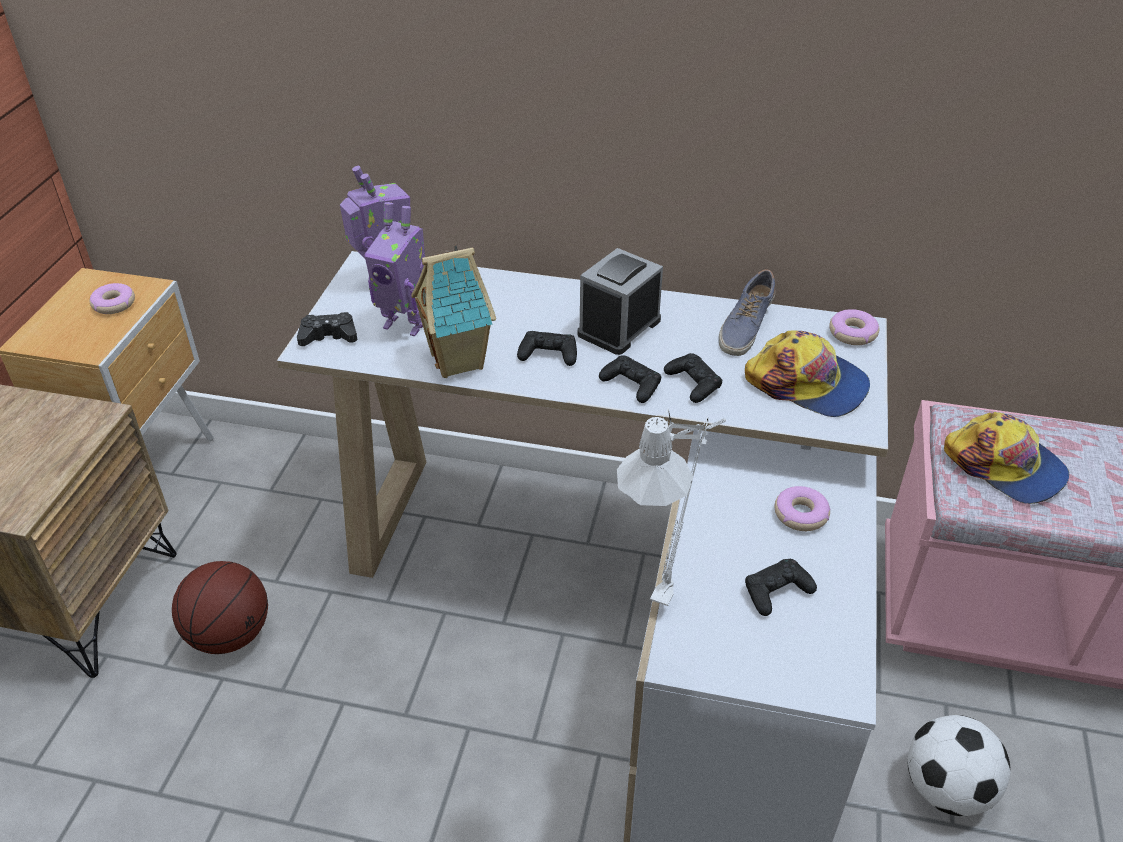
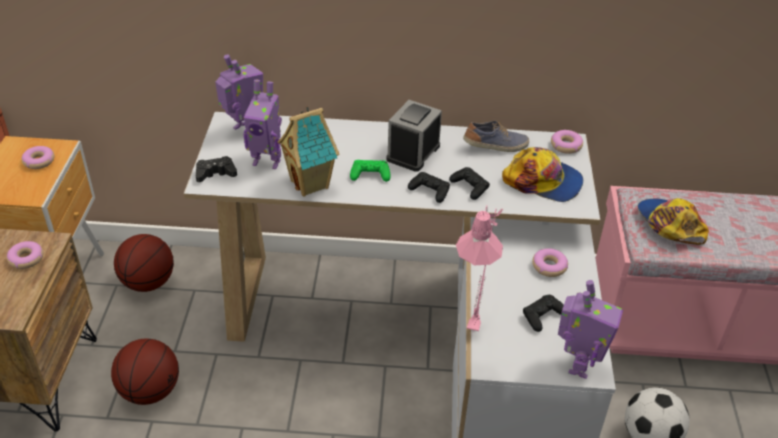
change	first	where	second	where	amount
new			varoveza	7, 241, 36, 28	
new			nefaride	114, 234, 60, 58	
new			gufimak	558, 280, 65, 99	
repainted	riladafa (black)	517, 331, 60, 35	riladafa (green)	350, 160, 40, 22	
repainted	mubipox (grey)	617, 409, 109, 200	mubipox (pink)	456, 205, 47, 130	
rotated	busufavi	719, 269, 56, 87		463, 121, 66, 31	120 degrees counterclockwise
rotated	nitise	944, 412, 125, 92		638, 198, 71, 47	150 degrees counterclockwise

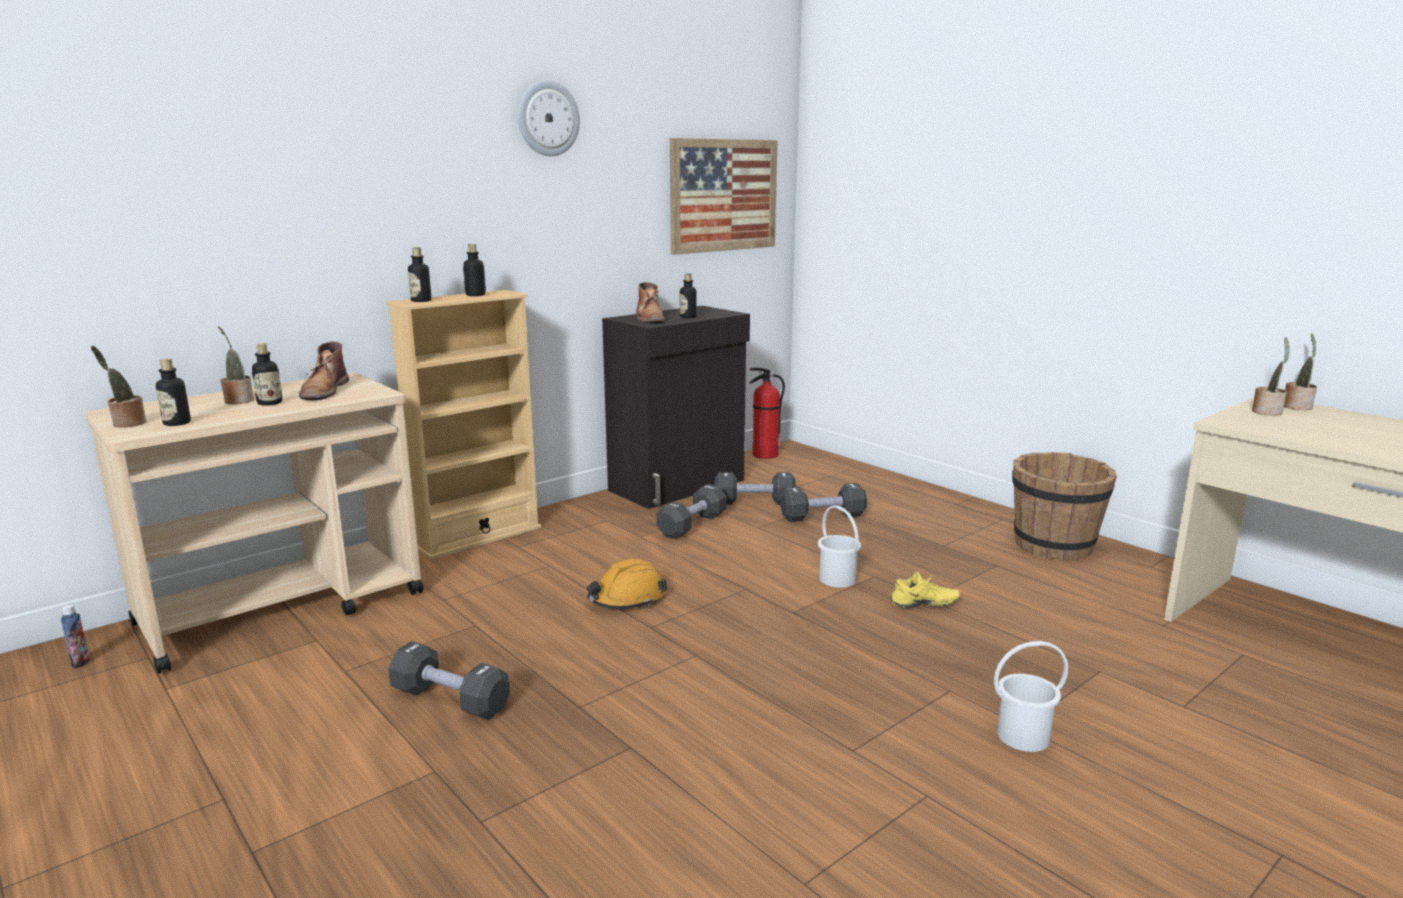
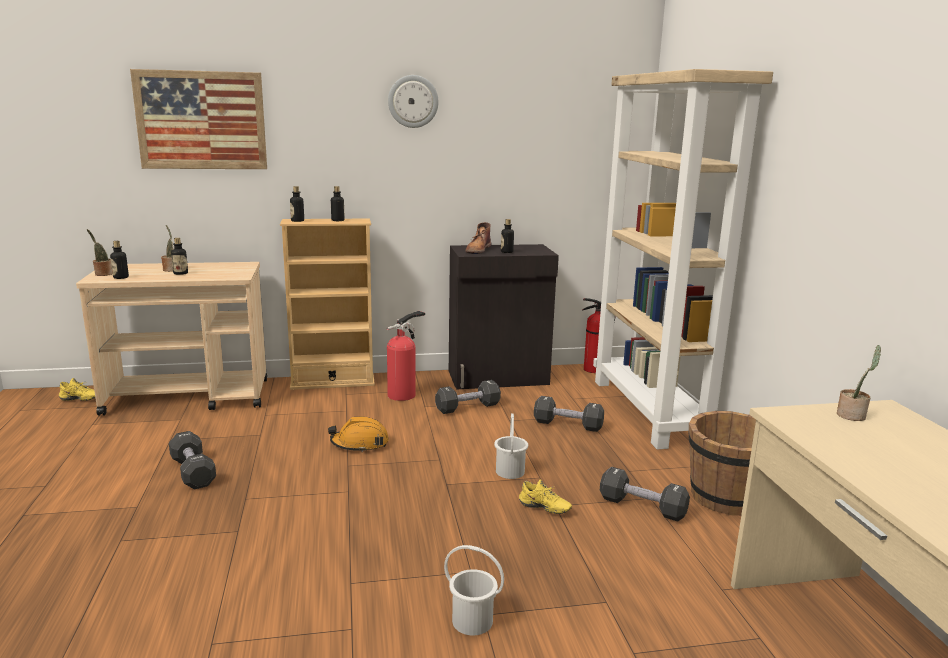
change	first	where	second	where	amount
gone	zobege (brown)	299, 341, 50, 59			
gone	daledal	1284, 333, 33, 77			
new			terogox	387, 311, 38, 90	
new			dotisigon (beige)	593, 69, 180, 380	
shifted	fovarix	670, 138, 108, 117		130, 69, 137, 100	
shifted	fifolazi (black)	714, 472, 82, 33		600, 467, 90, 54	
swapped	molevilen	61, 604, 29, 64	busufavi (yellow)	59, 378, 36, 23	

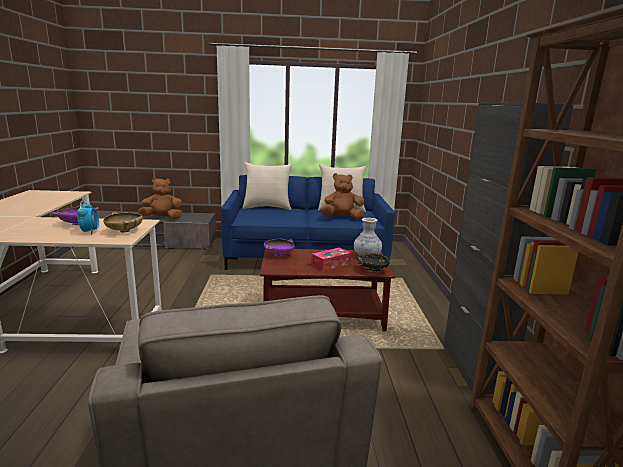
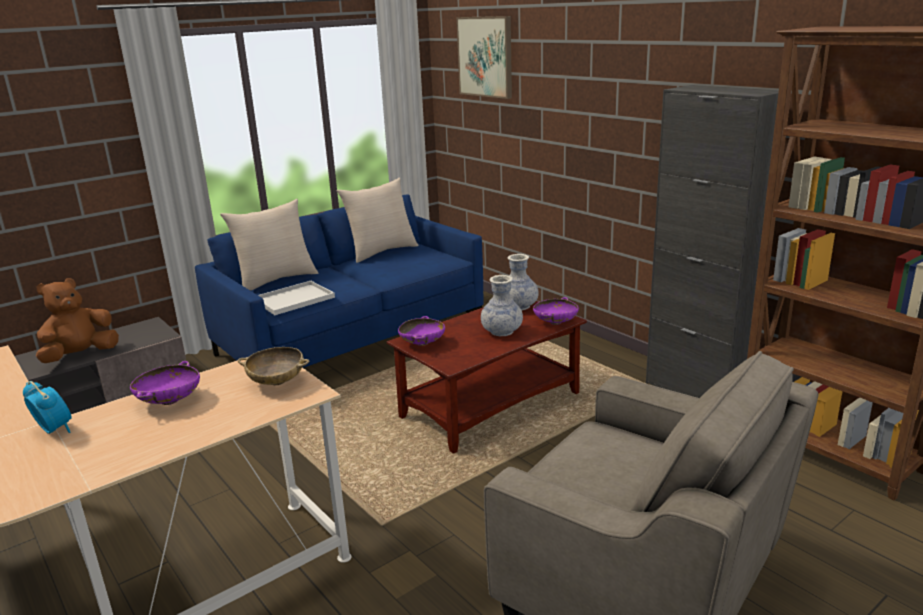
change	first	where	second	where	amount
gone	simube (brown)	320, 173, 45, 46			
new			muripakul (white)	258, 281, 77, 34	
new			fovarix	456, 16, 56, 83	
shifted	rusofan	77, 201, 22, 34		23, 381, 49, 53	
swapped	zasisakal	311, 248, 40, 23	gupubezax	481, 275, 42, 61	
repainted	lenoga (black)	355, 254, 35, 18	lenoga (purple)	533, 297, 46, 28	

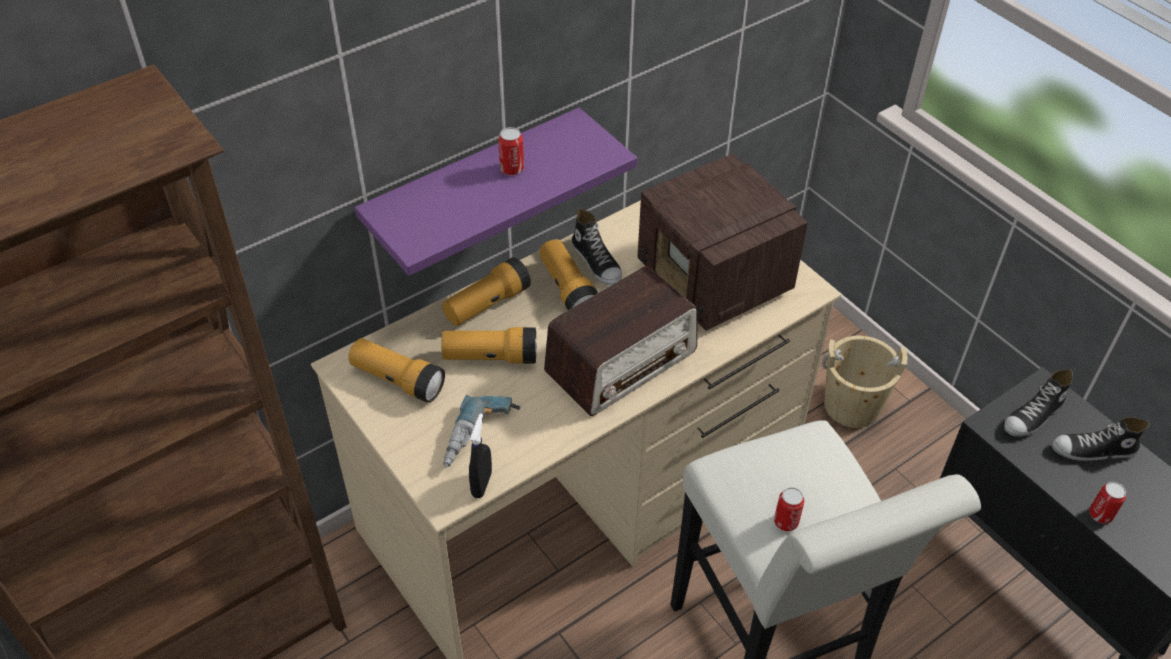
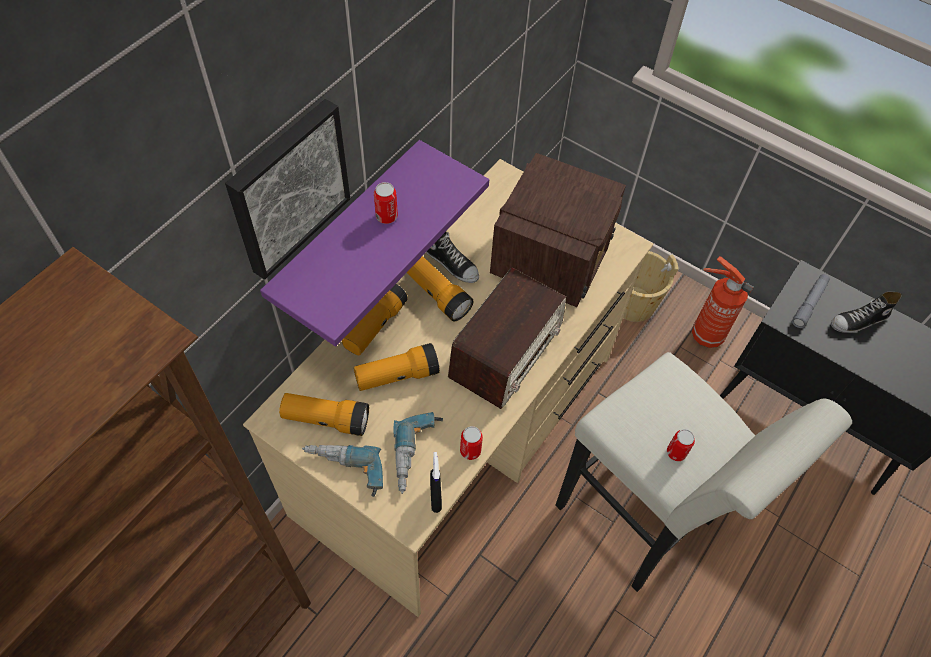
change	first	where	second	where	amount
new			fovarix	225, 99, 125, 181	
new			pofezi	302, 445, 81, 52	
new			terogox	692, 256, 62, 92	
shifted	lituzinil	1089, 482, 37, 42		460, 426, 23, 34	
swapped	busufavi	1004, 369, 69, 68	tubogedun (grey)	792, 274, 38, 54	
rotated	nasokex	637, 154, 171, 177		490, 153, 136, 154	105 degrees counterclockwise

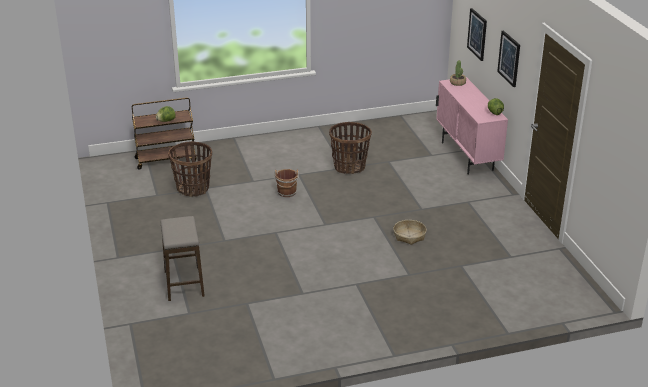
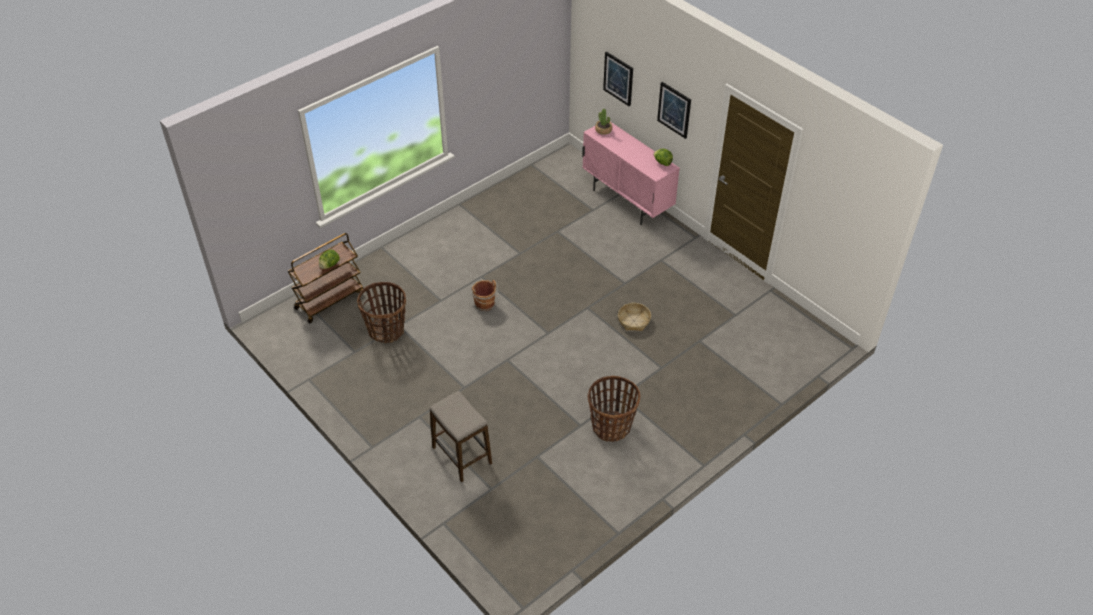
change	first	where	second	where	amount
shifted	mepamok	329, 122, 43, 52		587, 376, 53, 66	

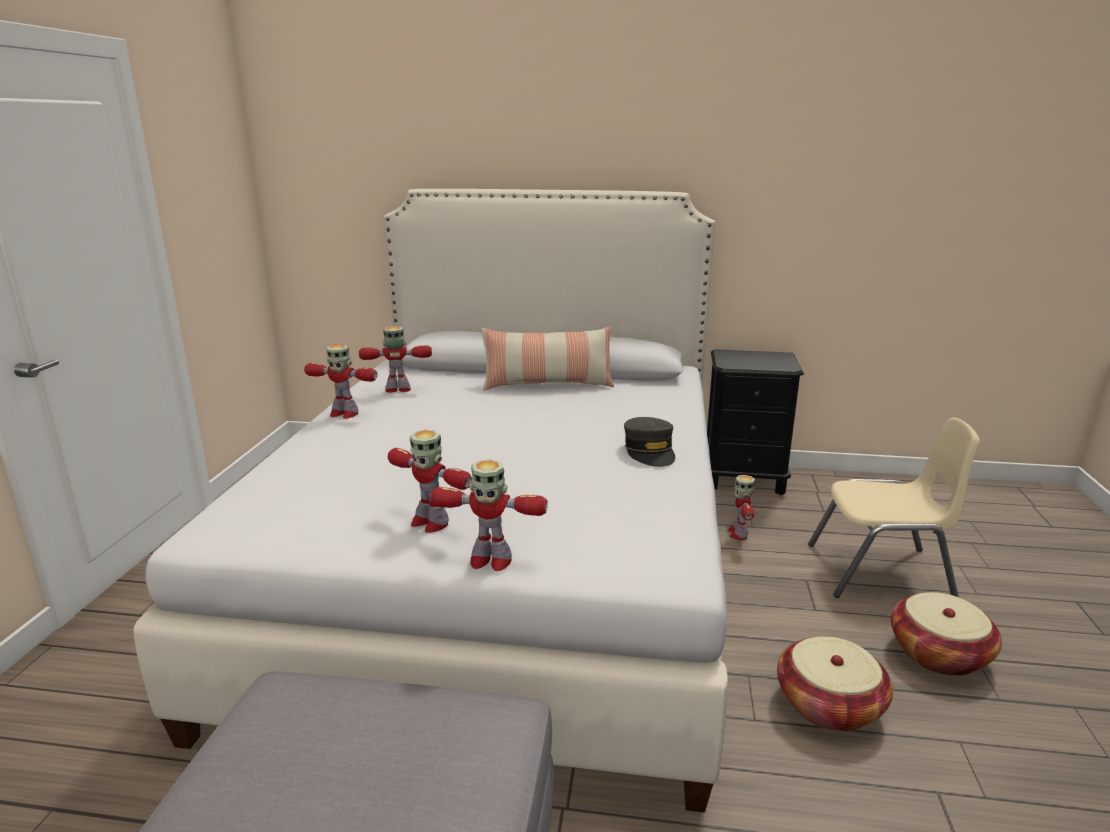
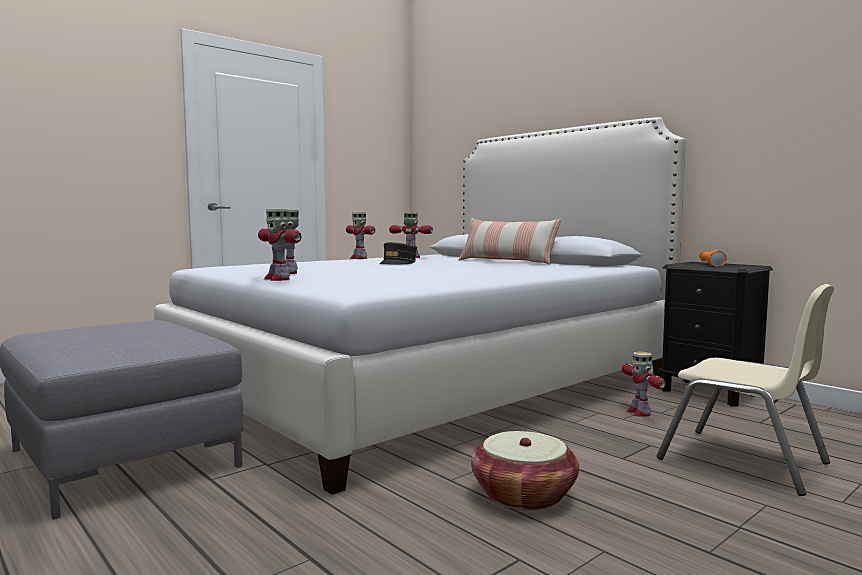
change	first	where	second	where	amount
gone	mepamok	891, 592, 111, 84			
new			tubogedun (orange)	699, 250, 28, 17	
shifted	nitise (grey)	624, 417, 51, 50		379, 242, 38, 22	
rotated	gufimak	728, 475, 27, 65		622, 352, 44, 65	60 degrees counterclockwise

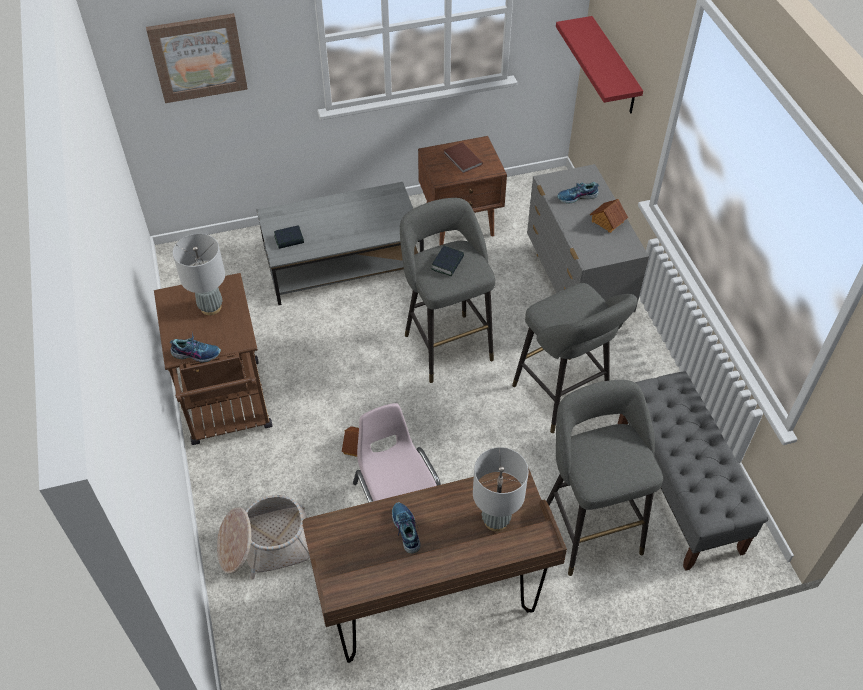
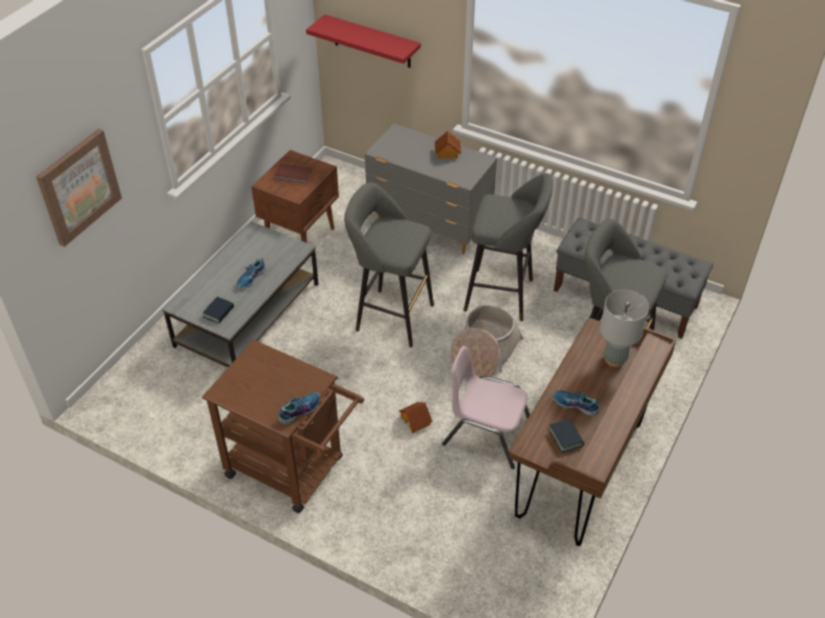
change	first	where	second	where	amount
gone	mubipox (grey)	173, 234, 52, 81			
shifted	mepamok	217, 495, 93, 85		450, 305, 74, 73	
shifted	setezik	431, 246, 33, 30		549, 419, 35, 34	
shifted	busufavi	557, 182, 42, 22		237, 258, 29, 30	

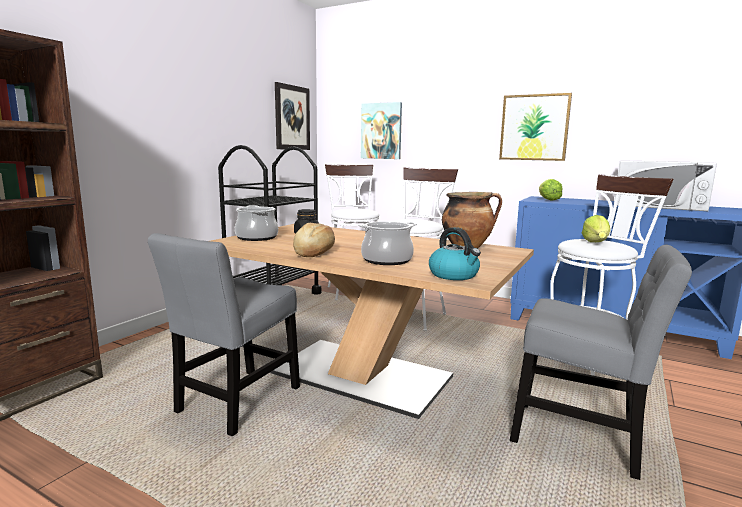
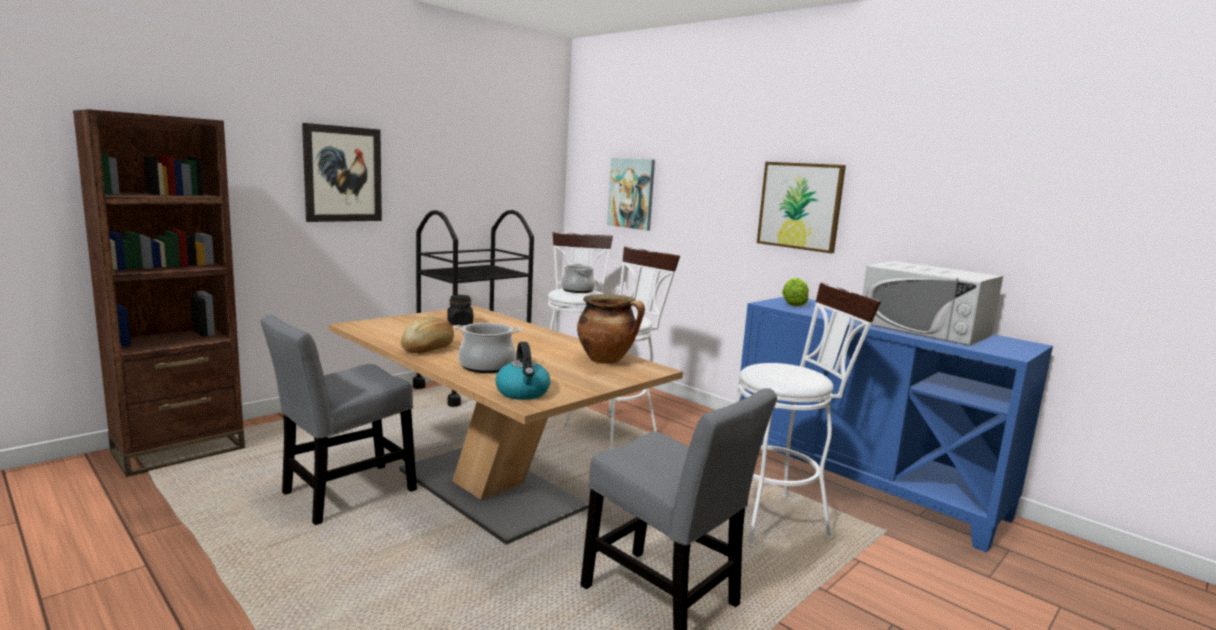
change	first	where	second	where	amount
gone	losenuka	582, 215, 28, 27			
shifted	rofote	235, 205, 43, 36		561, 264, 35, 29	
shifted	fovarix	275, 82, 35, 68		302, 123, 80, 99	

